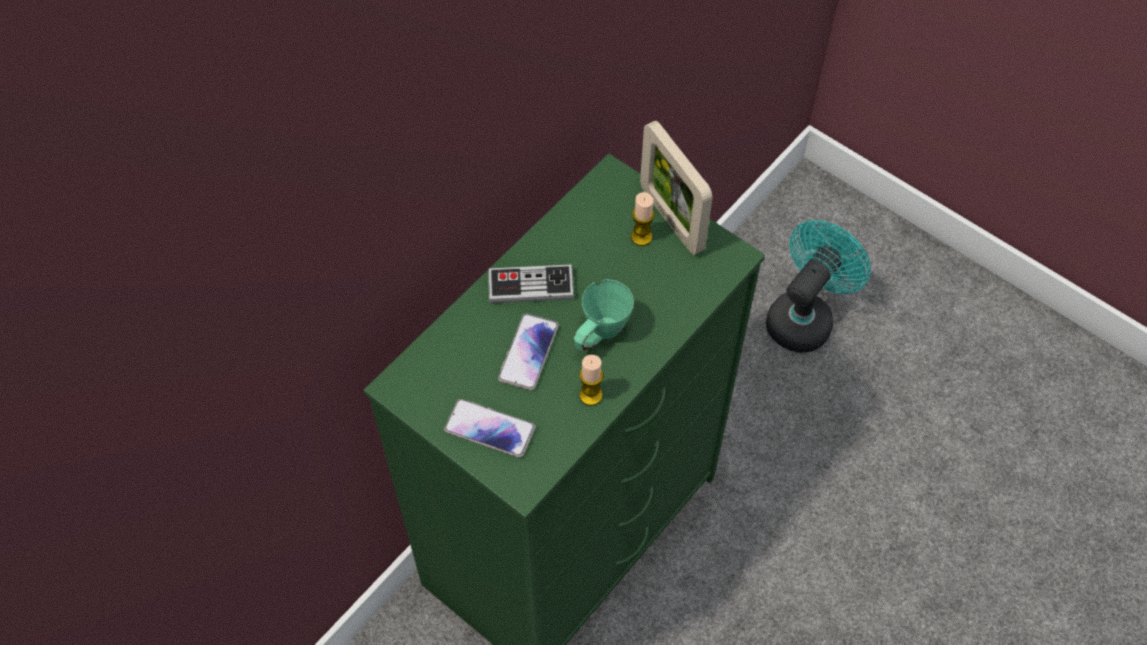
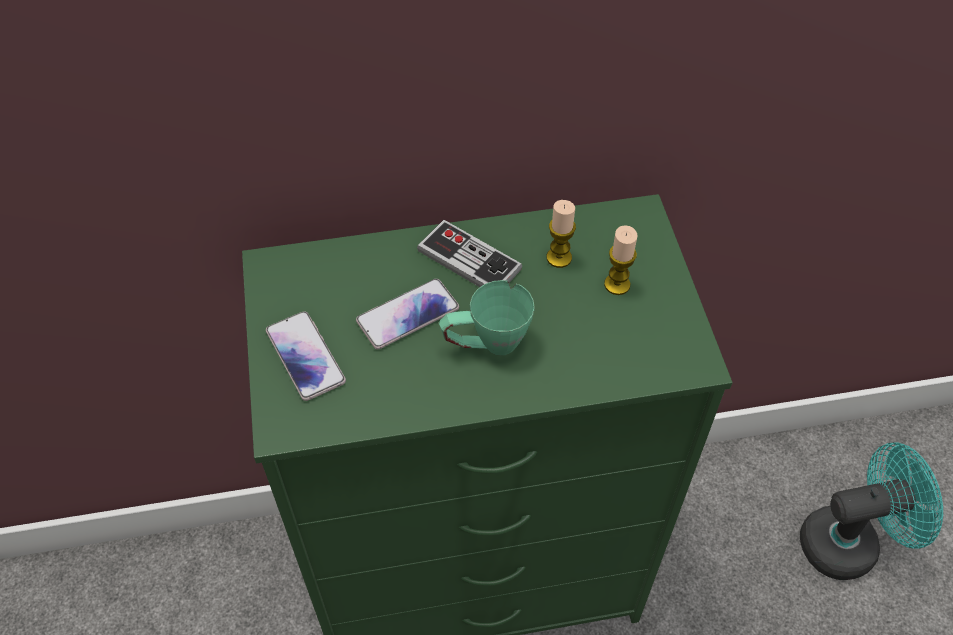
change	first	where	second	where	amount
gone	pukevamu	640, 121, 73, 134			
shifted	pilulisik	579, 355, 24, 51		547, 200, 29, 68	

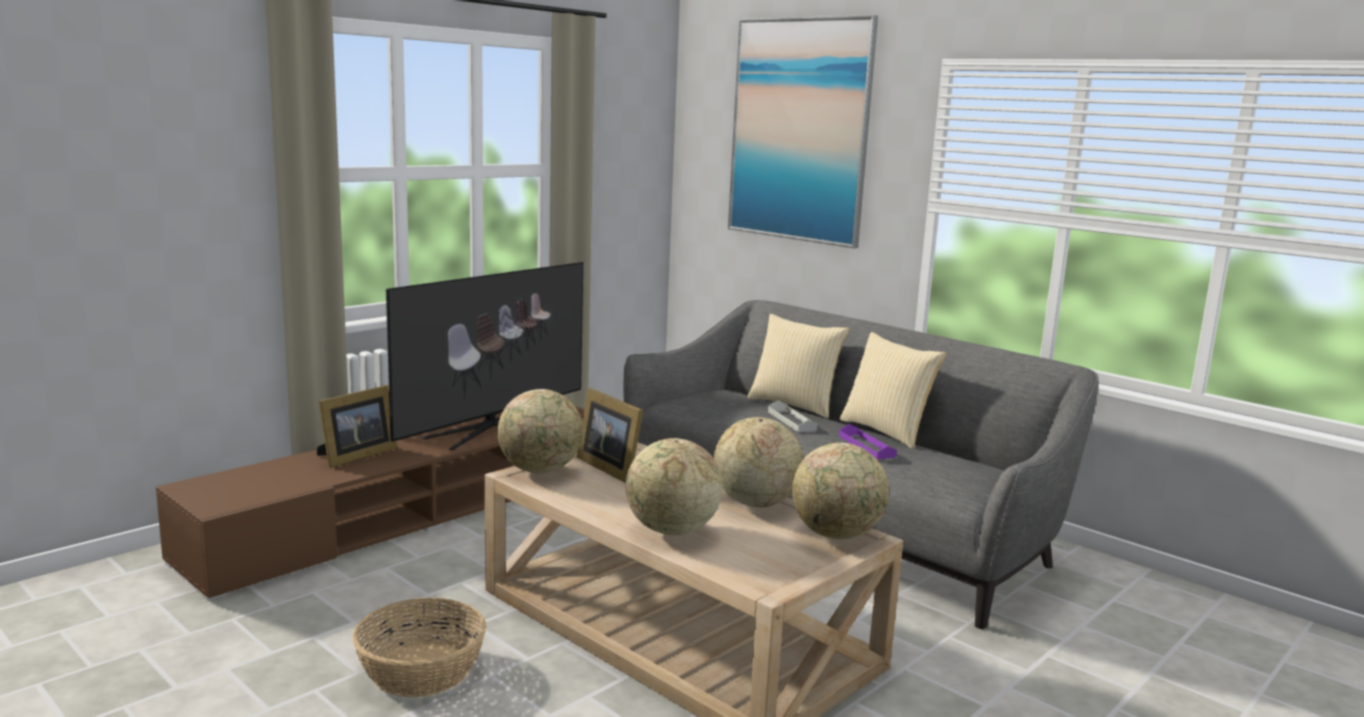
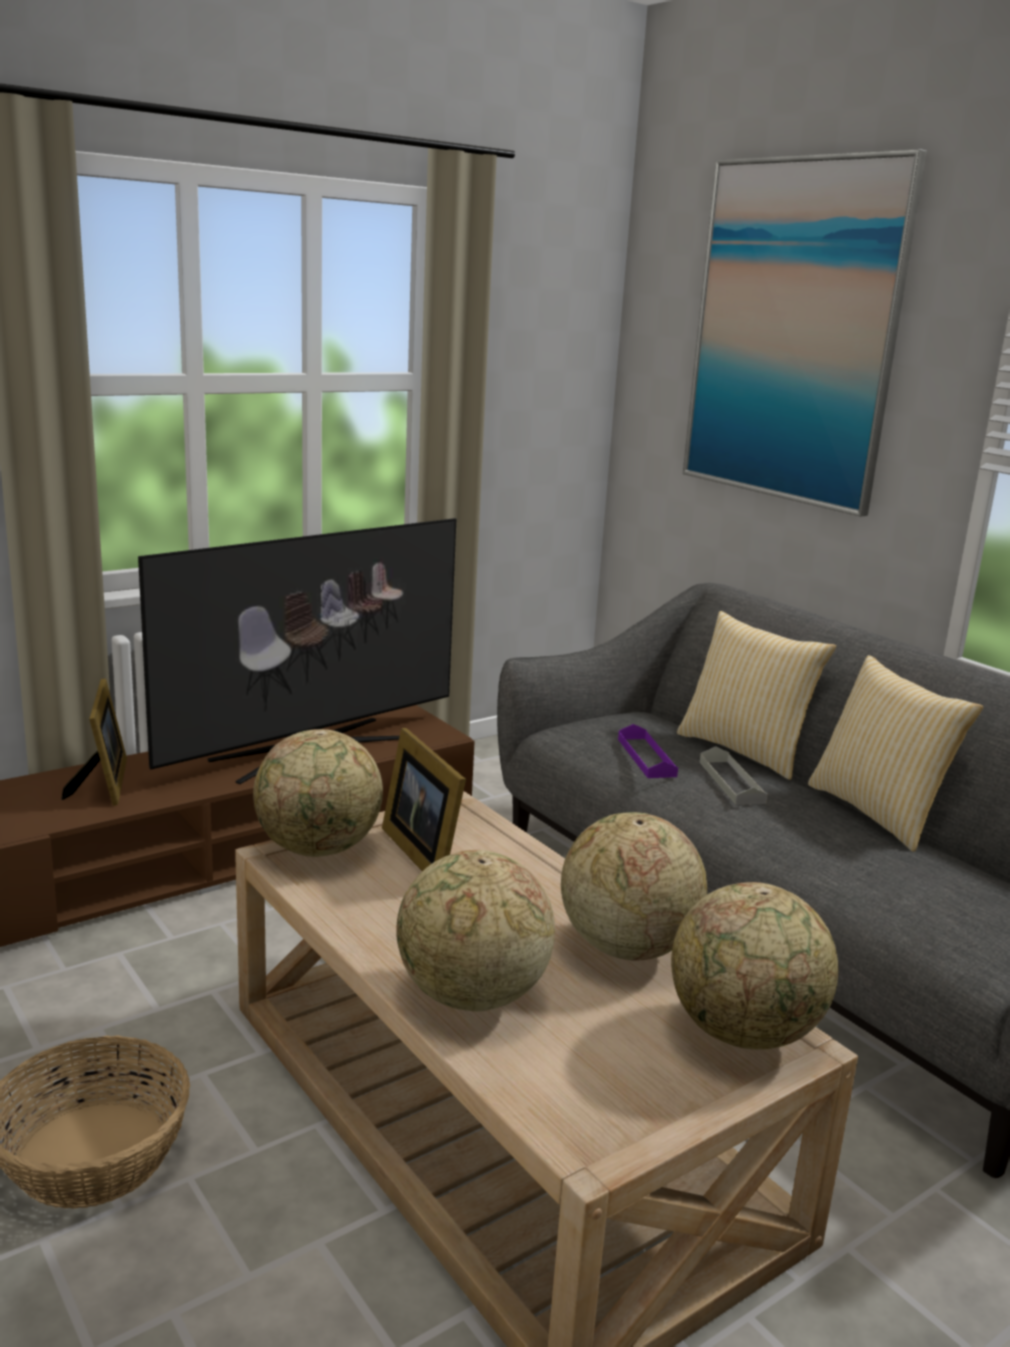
change	first	where	second	where	amount
shifted	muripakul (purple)	839, 424, 58, 35		618, 724, 60, 54	
rotated	pukevamu	317, 385, 80, 83		61, 679, 66, 127	60 degrees counterclockwise

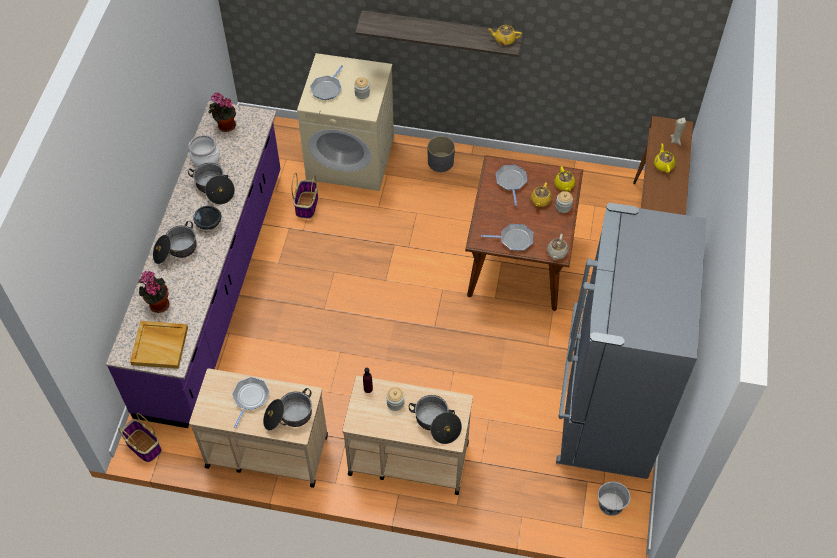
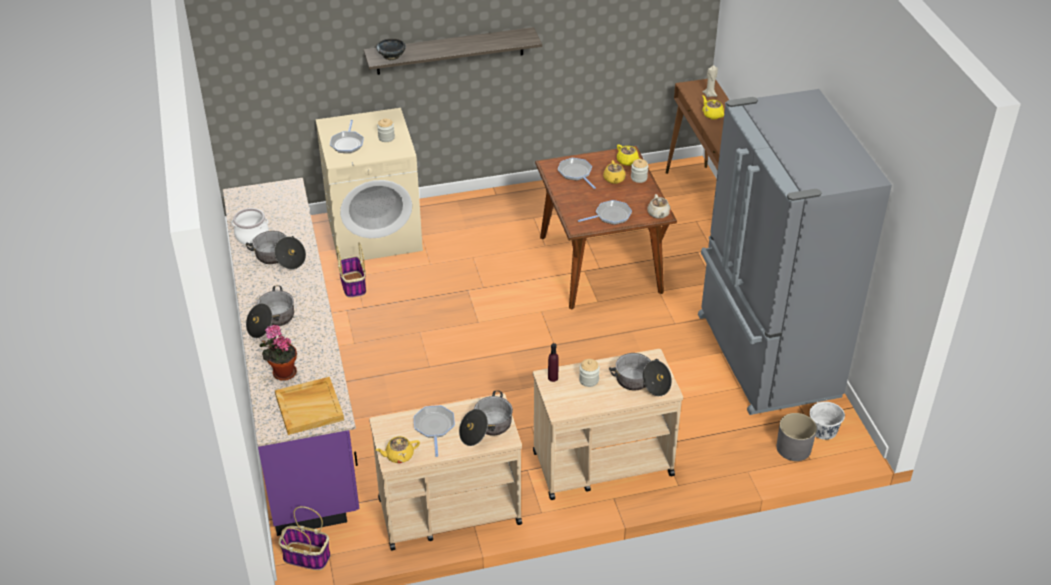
change	first	where	second	where	amount
gone	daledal	208, 93, 28, 39			
shifted	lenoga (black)	193, 206, 29, 24		376, 38, 30, 23	
shifted	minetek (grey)	427, 136, 28, 36		777, 413, 40, 48	
shifted	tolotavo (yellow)	488, 25, 34, 20		375, 436, 45, 27	

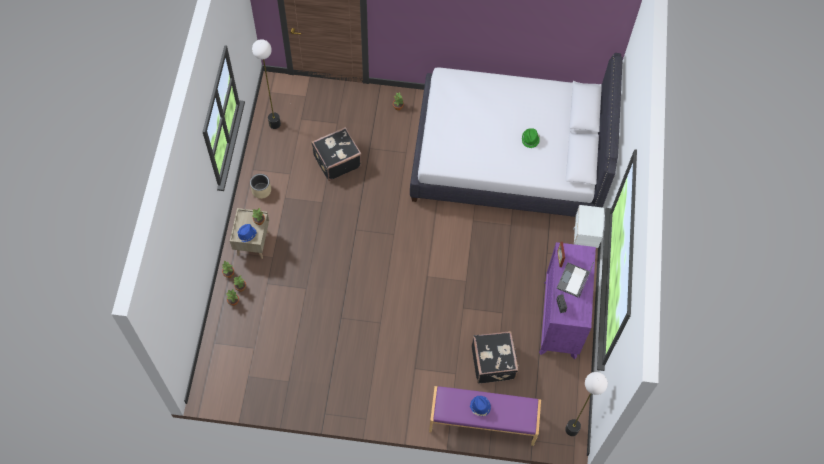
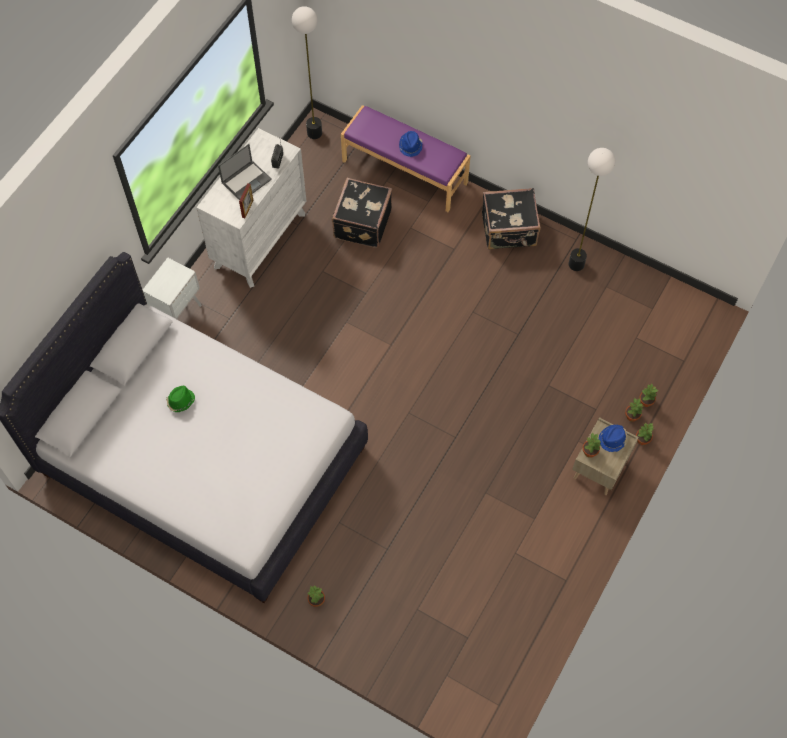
change	first	where	second	where	amount
gone	minetek (beige)	250, 174, 21, 25			
shifted	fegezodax	252, 39, 29, 90		569, 148, 46, 123	
shifted	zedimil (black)	311, 127, 50, 54		482, 188, 59, 62	
repainted	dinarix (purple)	539, 242, 57, 117	dinarix (white)	196, 128, 111, 160	

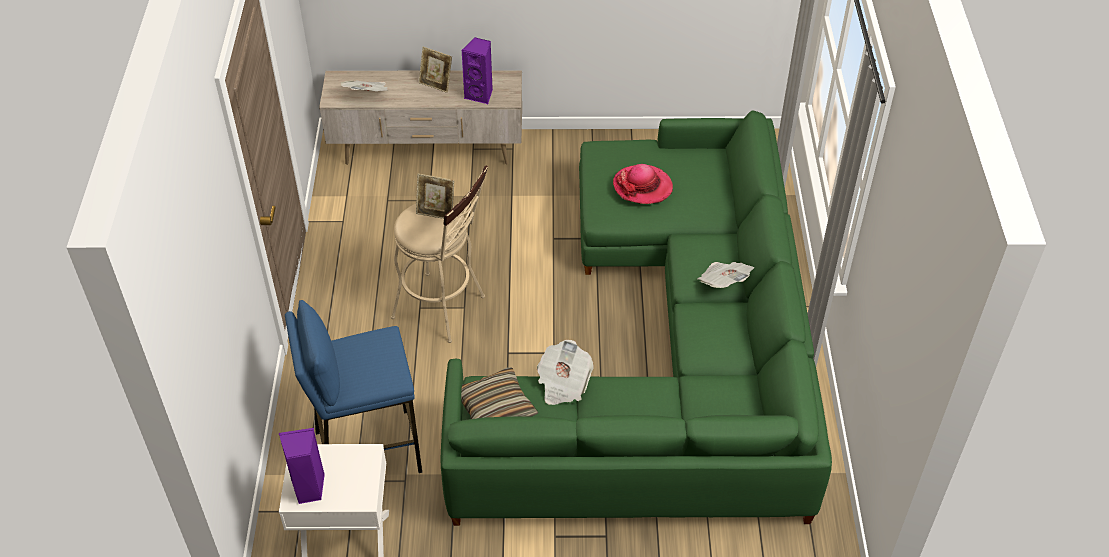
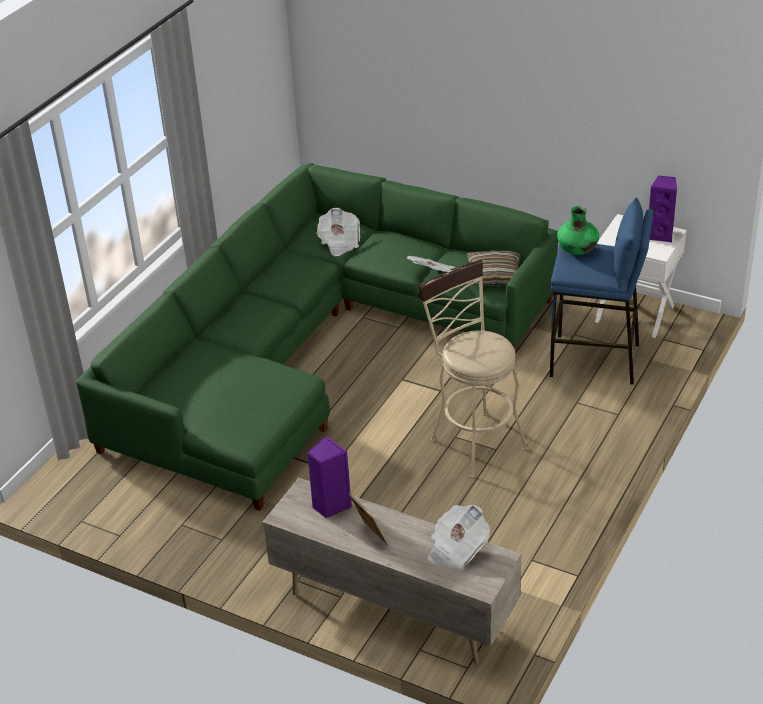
change	first	where	second	where	amount
gone	pukevamu	416, 173, 38, 46			
gone	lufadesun	613, 164, 60, 40			
new			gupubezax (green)	557, 206, 42, 49	
shifted	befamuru	697, 262, 57, 26		316, 208, 44, 48	

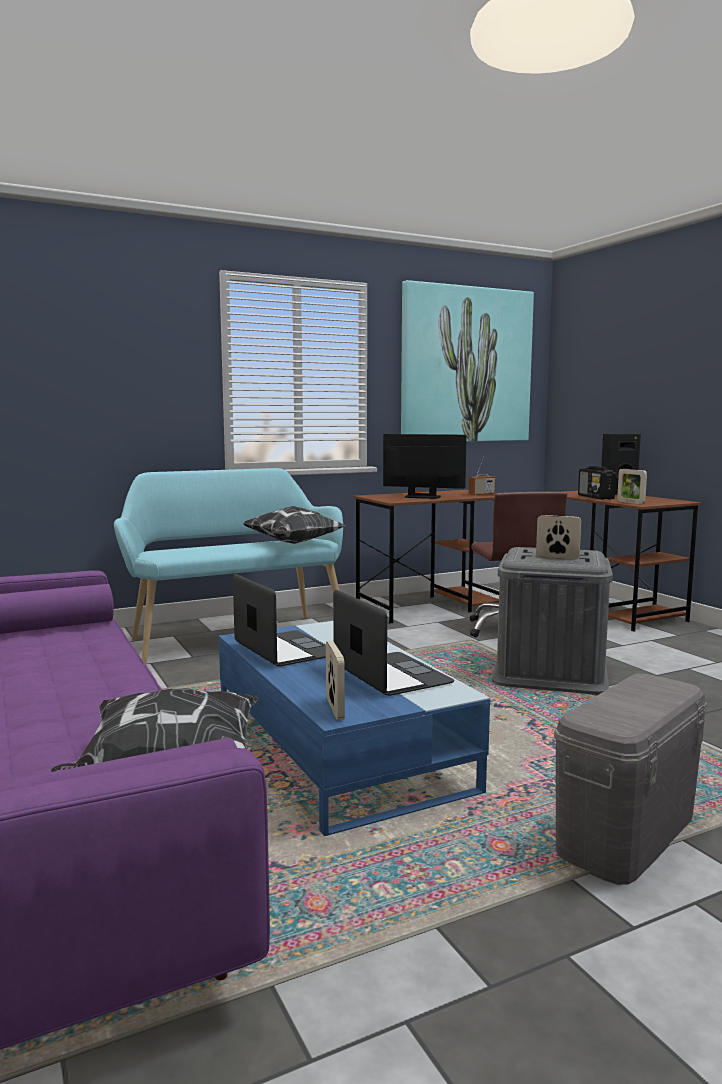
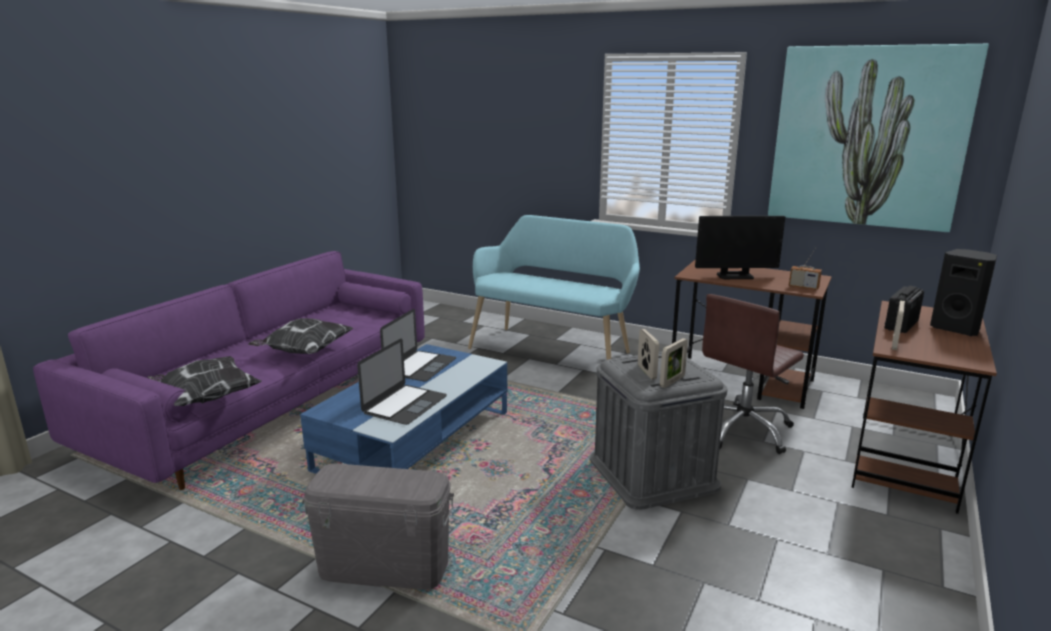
change	first	where	second	where	amount
shifted	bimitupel	243, 506, 102, 38		248, 318, 106, 36	
shifted	pukevamu	326, 641, 19, 79		660, 338, 28, 50	
rotated	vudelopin	383, 434, 84, 65		695, 216, 90, 63	105 degrees clockwise

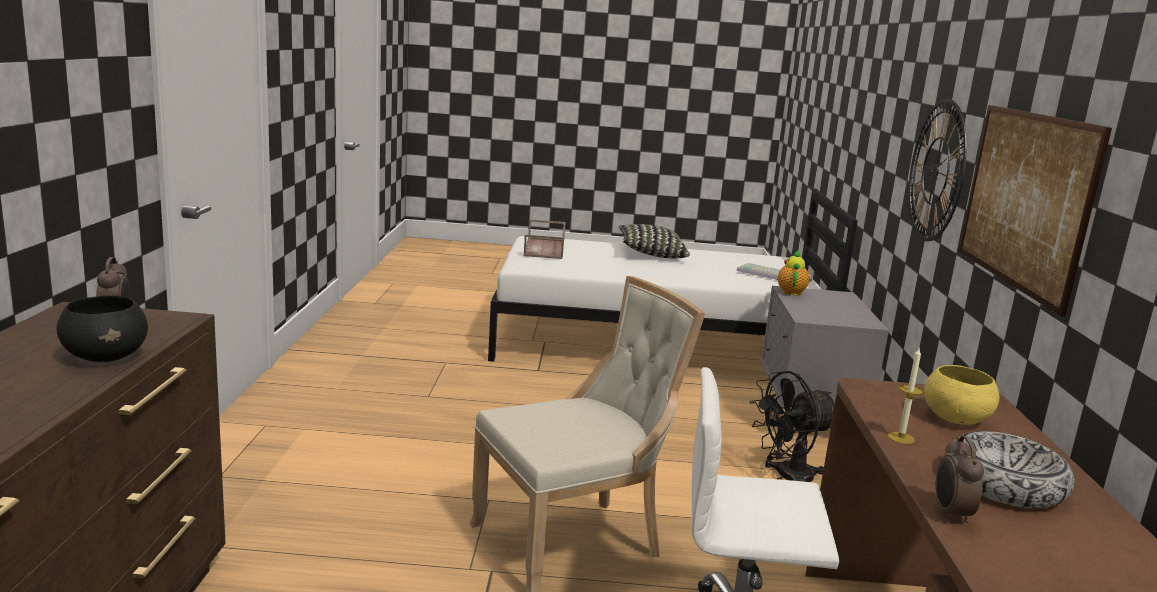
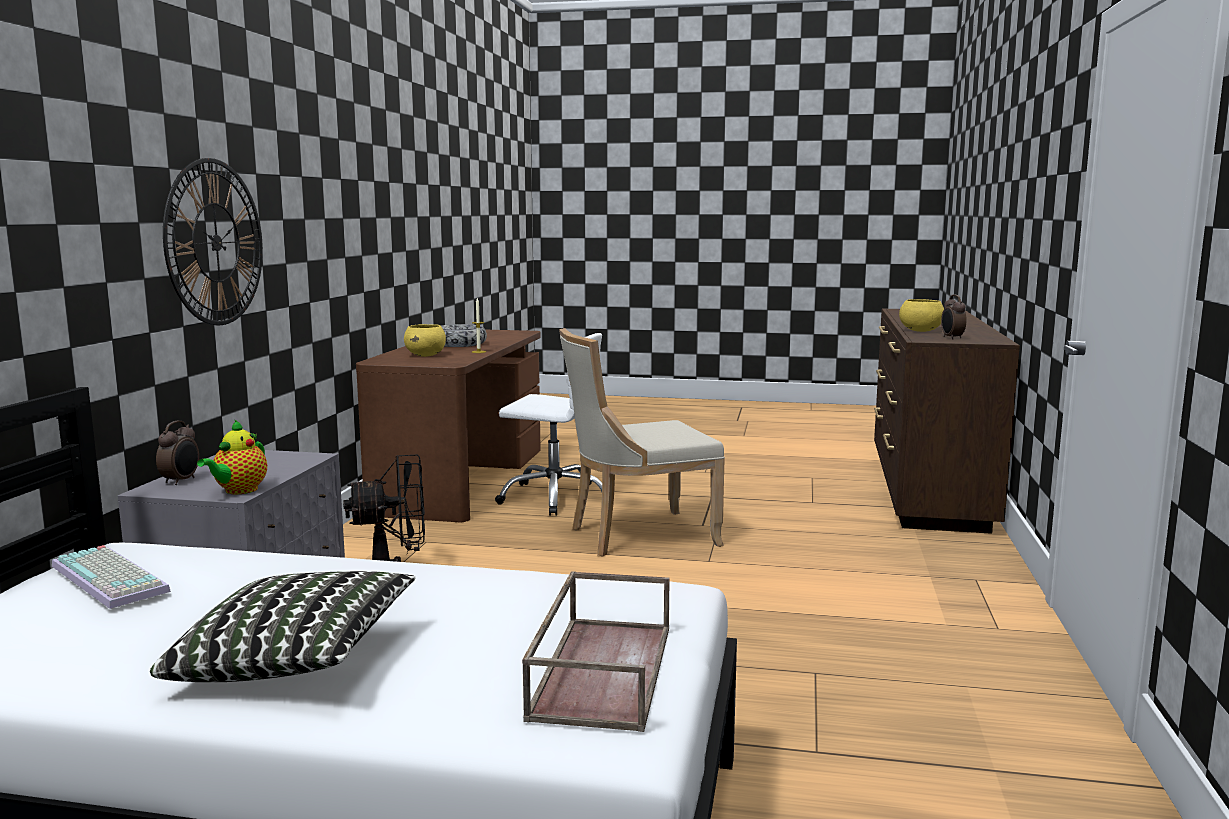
change	first	where	second	where	amount
gone	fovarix	958, 105, 154, 212			
shifted	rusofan	936, 436, 48, 87		156, 420, 43, 65	
repainted	lenoga (black)	56, 295, 92, 67	lenoga (yellow)	899, 299, 45, 33	

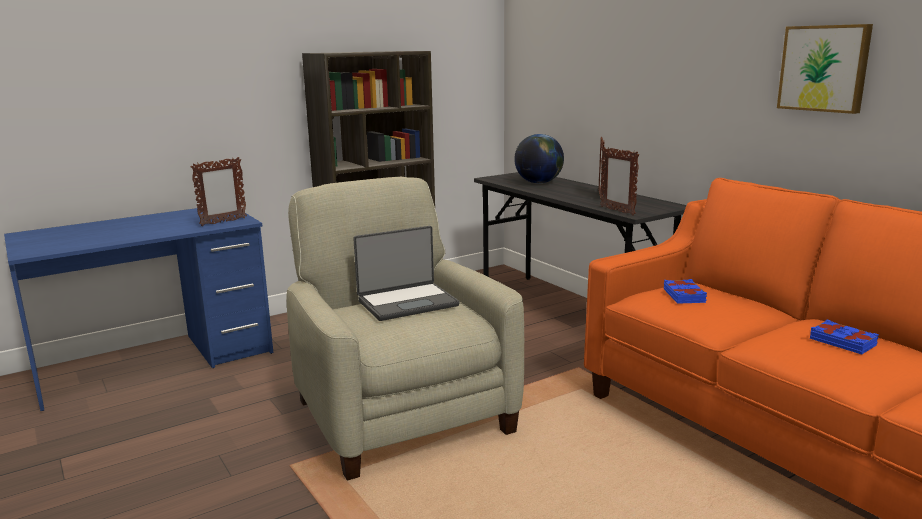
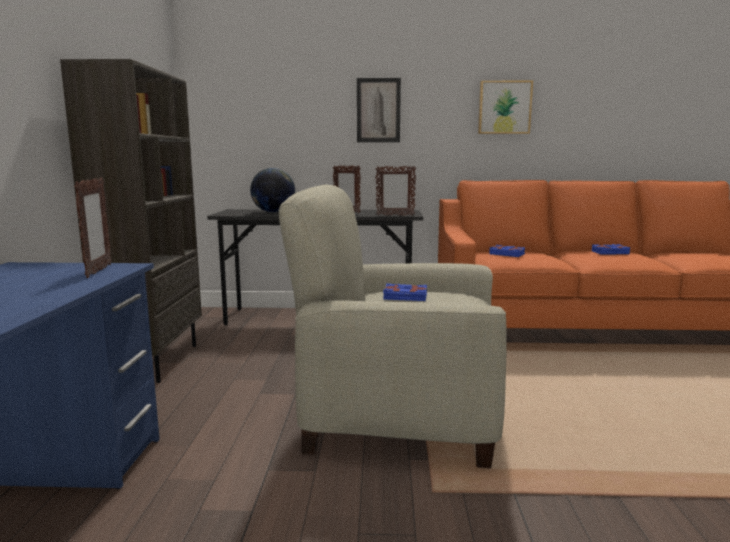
change	first	where	second	where	amount
new			fovarix	357, 78, 44, 64	
swapped	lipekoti	353, 226, 106, 95	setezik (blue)	383, 283, 44, 18	

